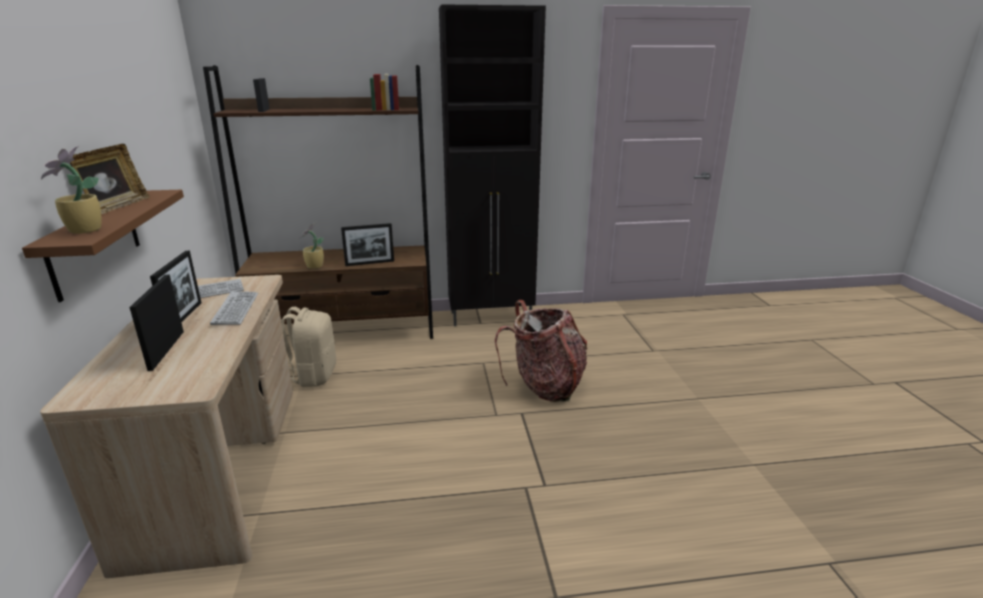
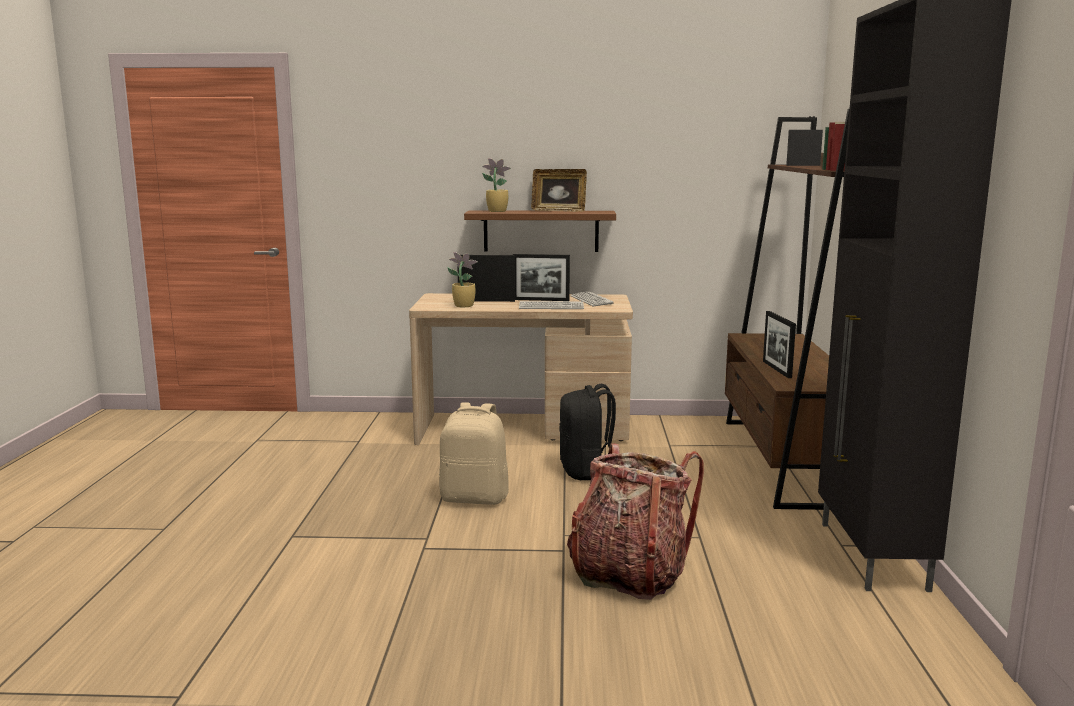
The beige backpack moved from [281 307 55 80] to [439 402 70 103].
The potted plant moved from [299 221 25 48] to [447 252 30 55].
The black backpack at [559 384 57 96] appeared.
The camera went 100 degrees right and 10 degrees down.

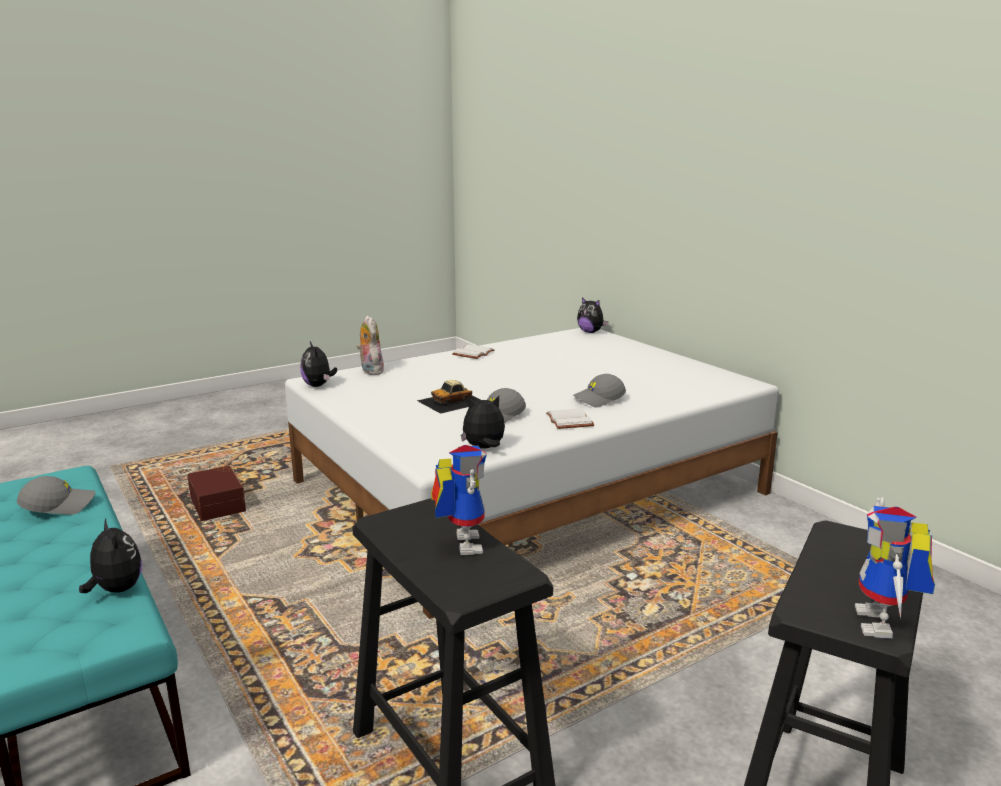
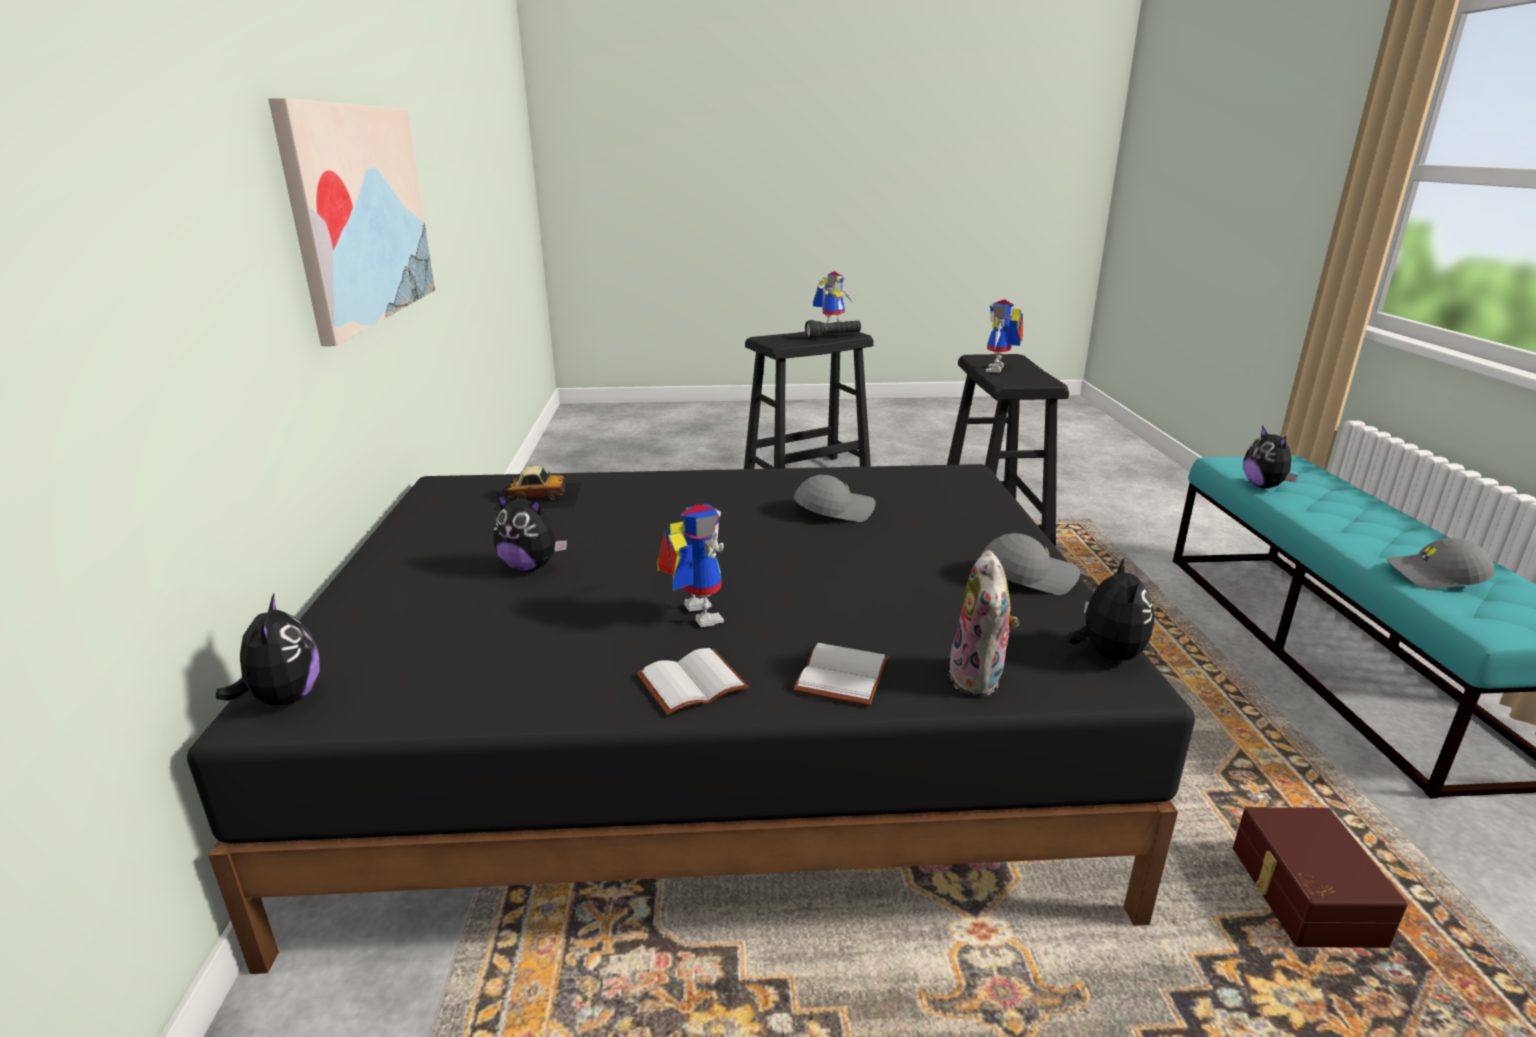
The white bed at [285 328 494 291] became the black bed at [187 464 1008 510].
The picture at [268 98 167 248] appeared.
The toy car moved from [417 380 64 34] to [493 466 89 45].
The plush toy moved from [461 396 44 53] to [493 493 74 78].
The toy robot at [657 504 67 123] appeared.
The white book moved from [546 409 48 20] to [793 643 95 63].
The black flashlight at [805 320 56 19] appeared.
The grey cap moved from [573 374 53 34] to [982 533 98 62].
The camera went 150 degrees left and 5 degrees up.

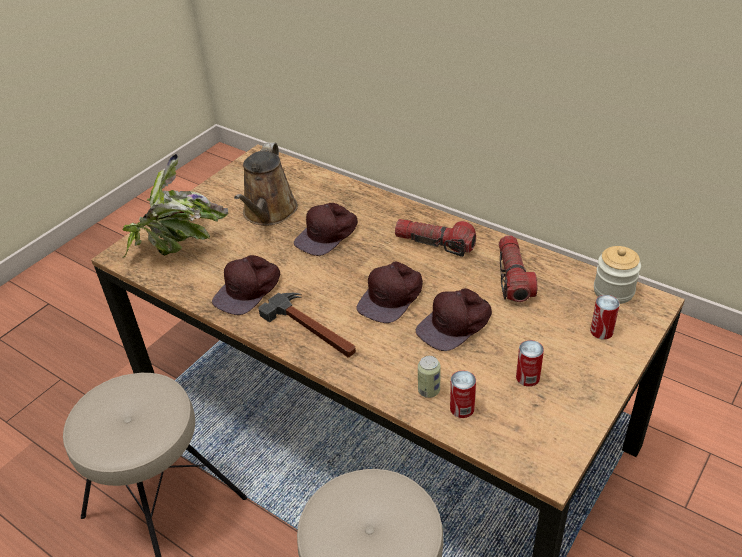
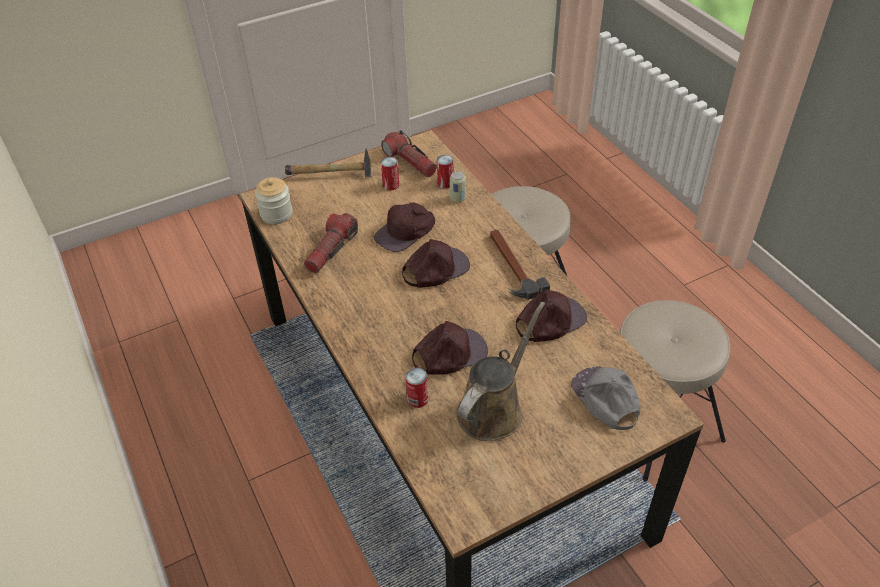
The hammer at [285 148 86 29] appeared.
The brown cap at [416 288 76 63] turned 150 degrees clockwise.
The flashlight moved from [395 219 81 38] to [381 130 56 47].
The can moved from [590 295 30 44] to [405 368 23 40].
The potted plant at [123 154 105 104] was replaced by the grey cap at [571 366 70 64].
The camera went 155 degrees left and 5 degrees up.

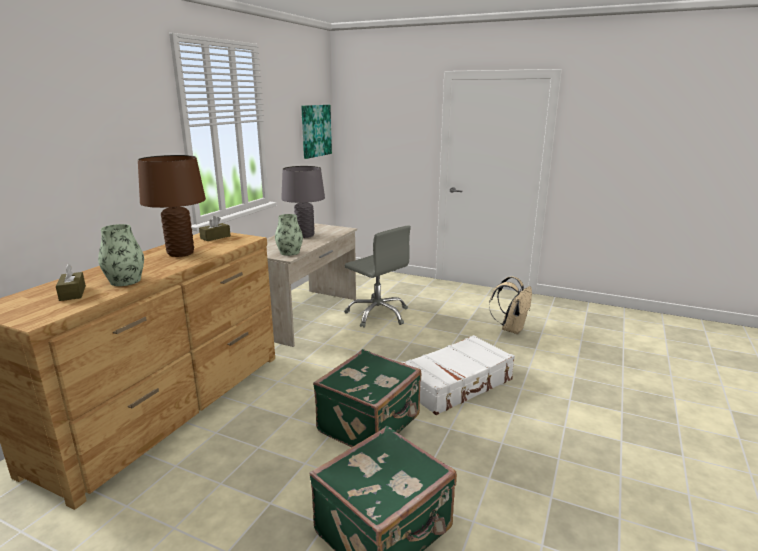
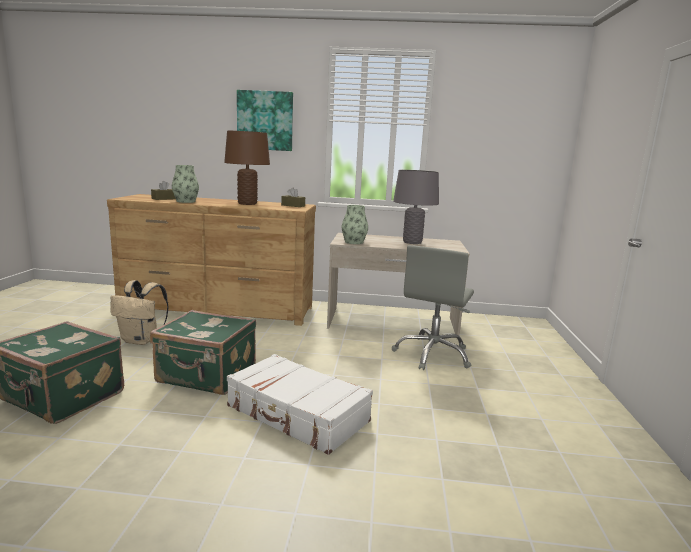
The beige backpack moved from [489 276 43 58] to [110 280 59 65].
The picture moved from [301 105 31 54] to [237 90 56 61].
The camera went 70 degrees right and 5 degrees down.

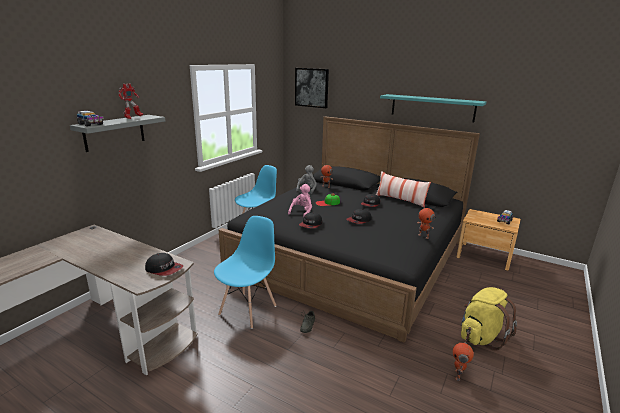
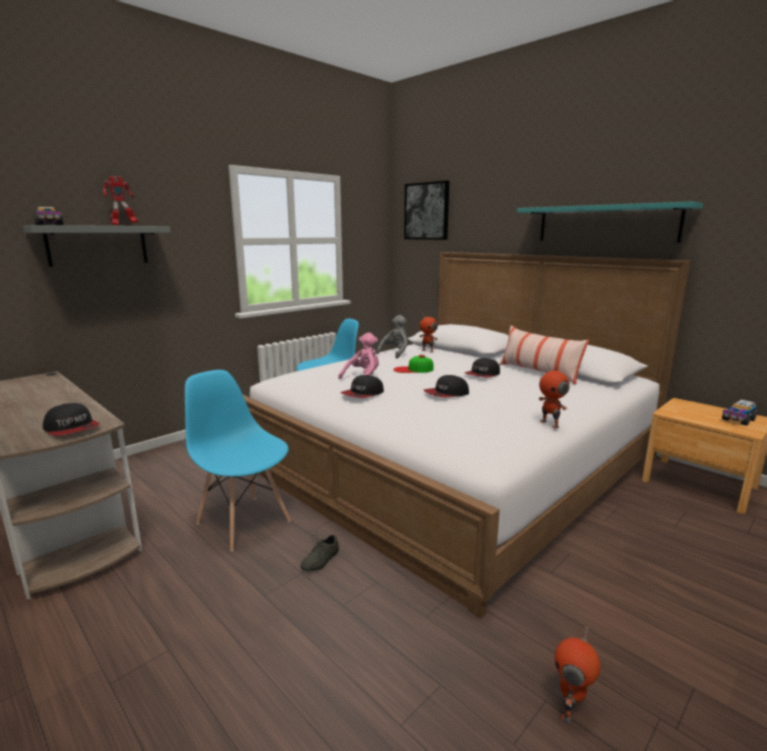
The blue chair at [214 216 63 113] turned 90 degrees counterclockwise.
The black bed at [219 116 261 227] became the white bed at [242 252 449 367].
The yellow backpack at [461 287 56 64] disappeared.
The camera went 15 degrees right and 5 degrees down.

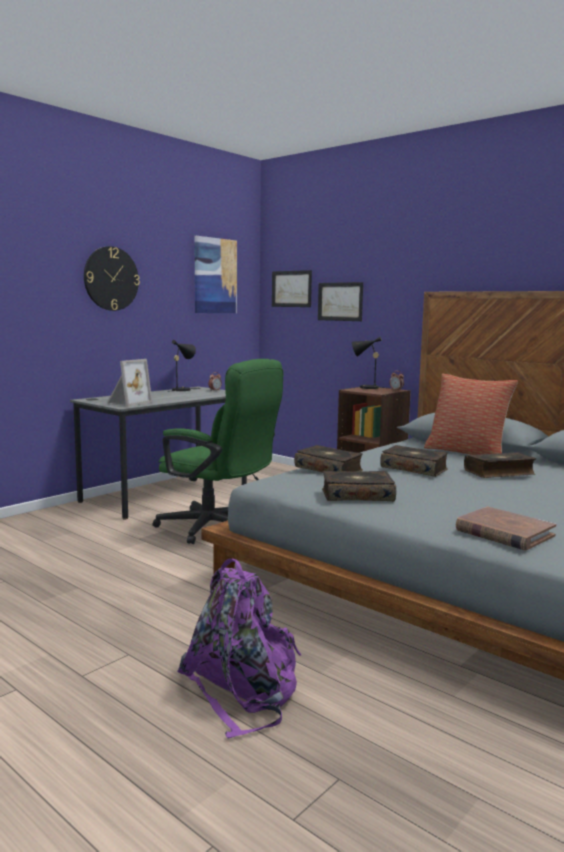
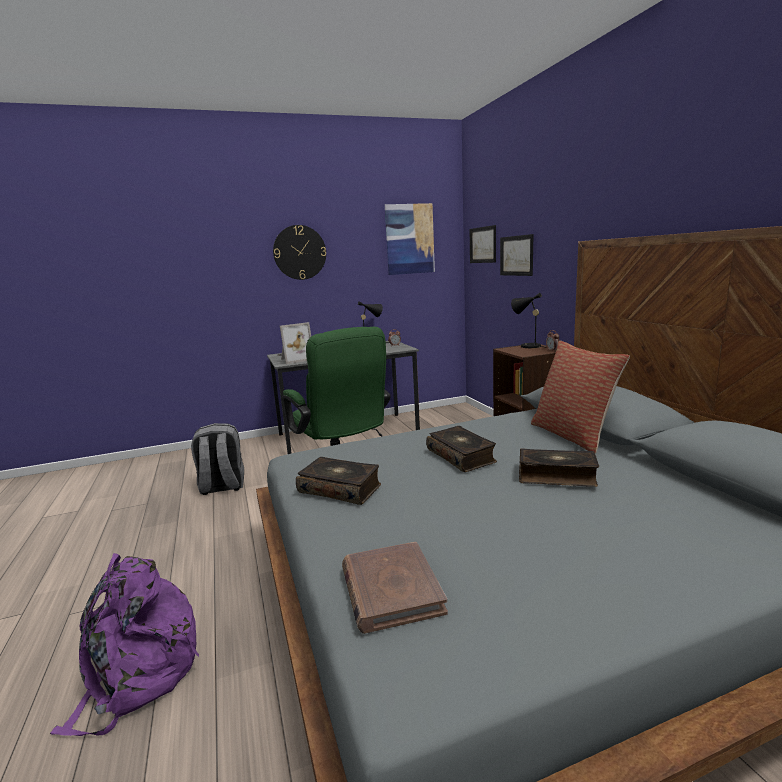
The grey backpack at [191 423 53 72] appeared.
The book at [294 445 69 27] disappeared.
The camera went 30 degrees right and 5 degrees up.

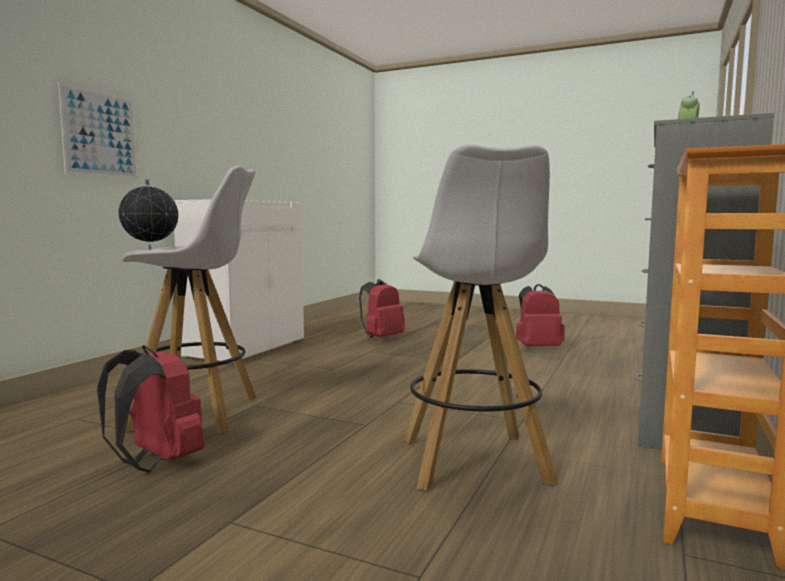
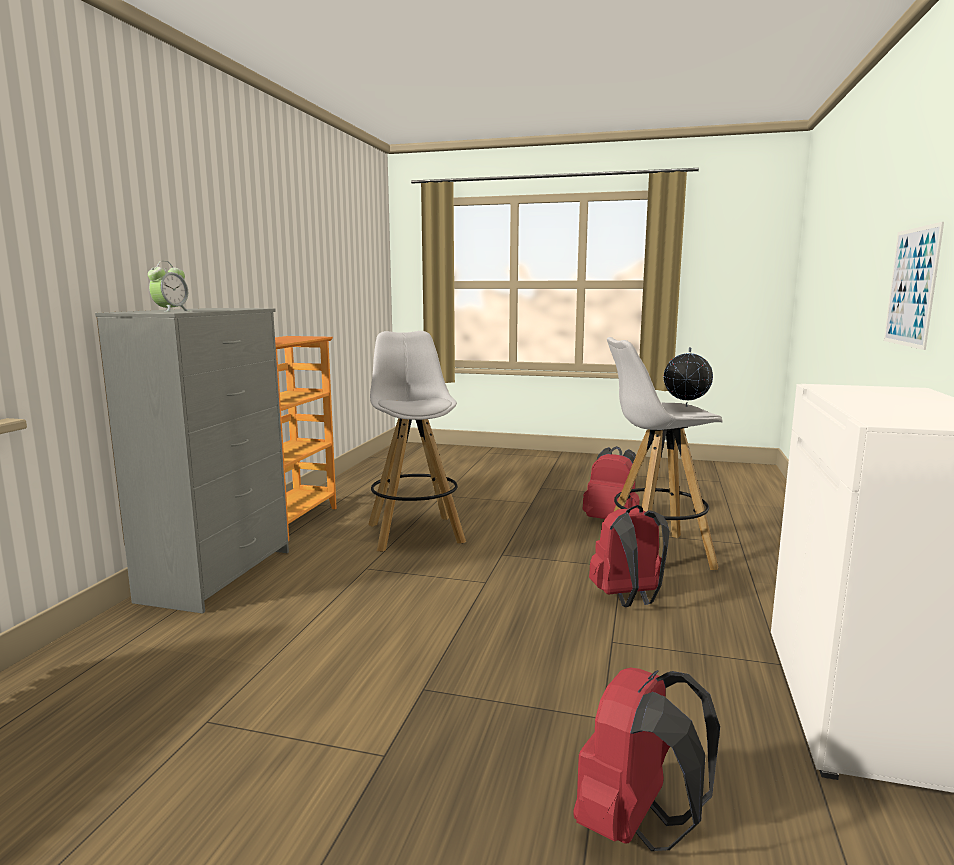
The red backpack moved from [516 284 49 62] to [589 505 81 102].
The camera went 170 degrees right and 5 degrees up.

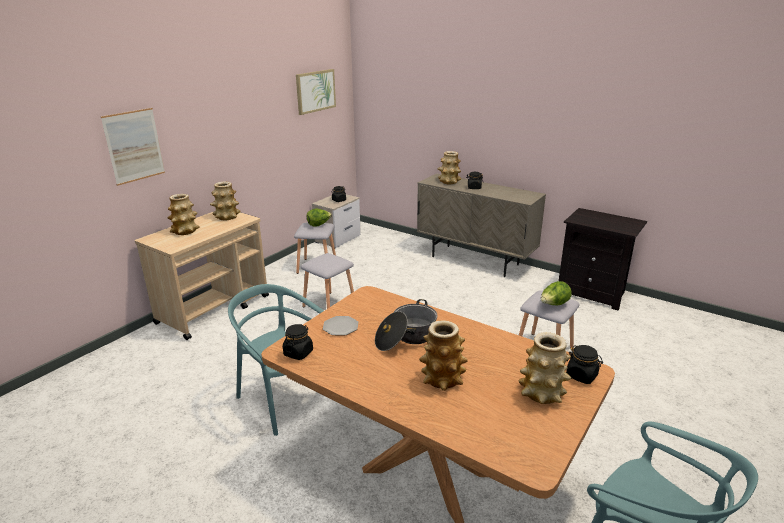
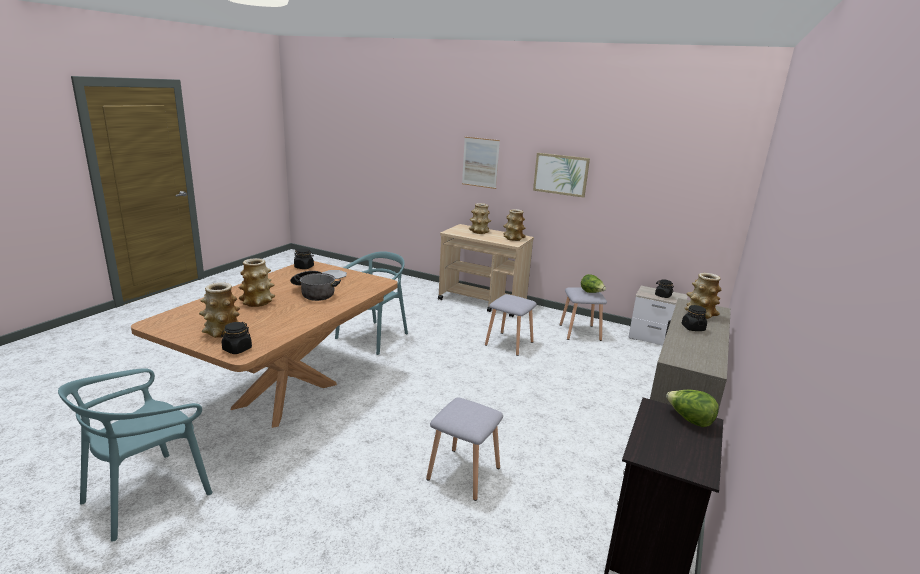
The picture moved from [296 69 40 46] to [533 153 57 45].
The lettuce moved from [541 281 31 25] to [666 390 53 37].
The camera went 80 degrees right and 5 degrees down.

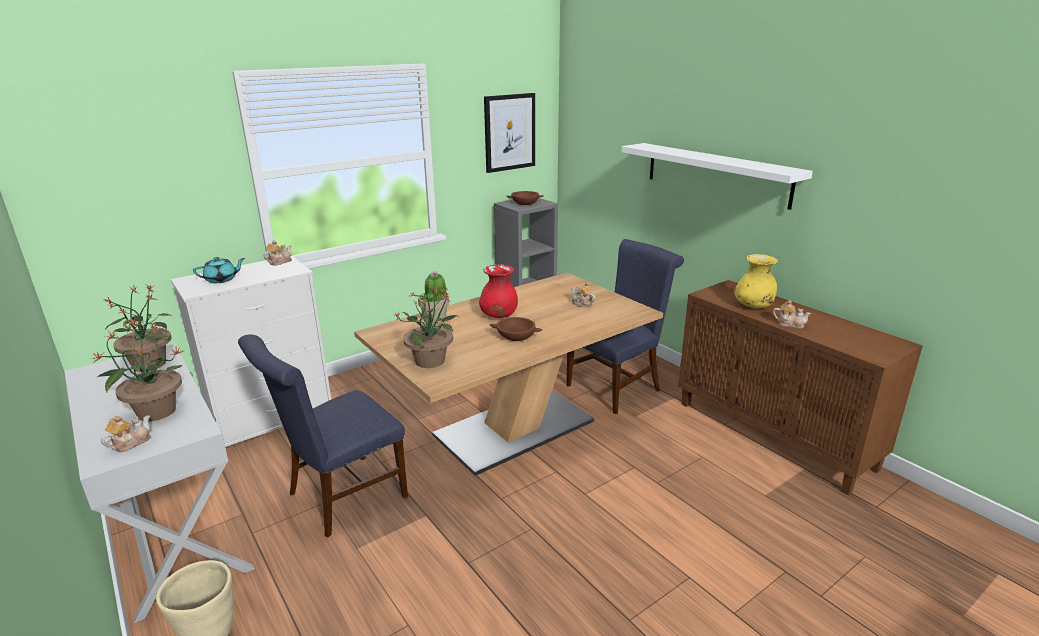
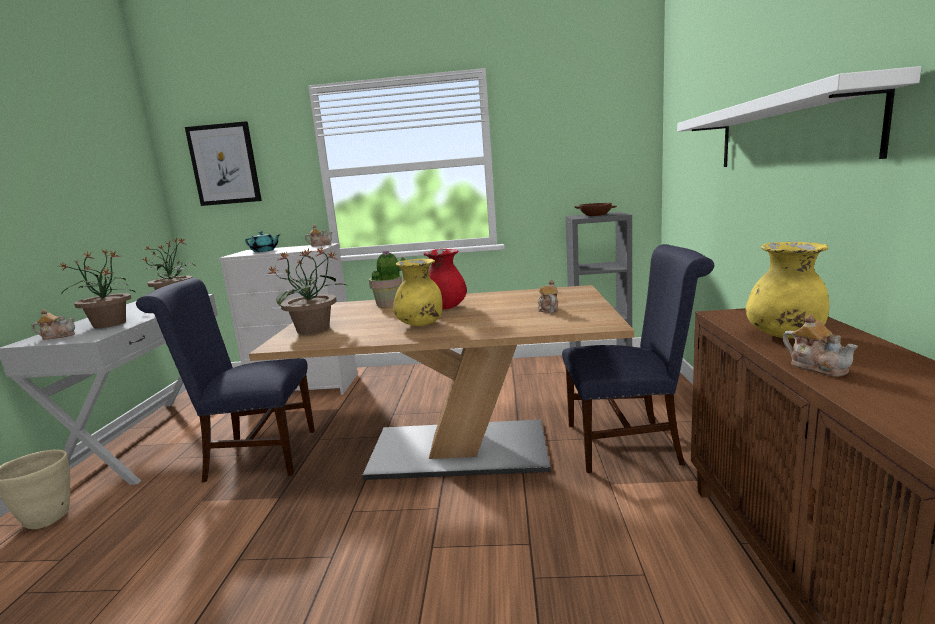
The picture moved from [484 93 51 80] to [185 121 77 85].
The brown bowl at [490 317 52 24] was replaced by the yellow vase at [393 259 49 67].
The camera went 40 degrees right and 10 degrees down.

